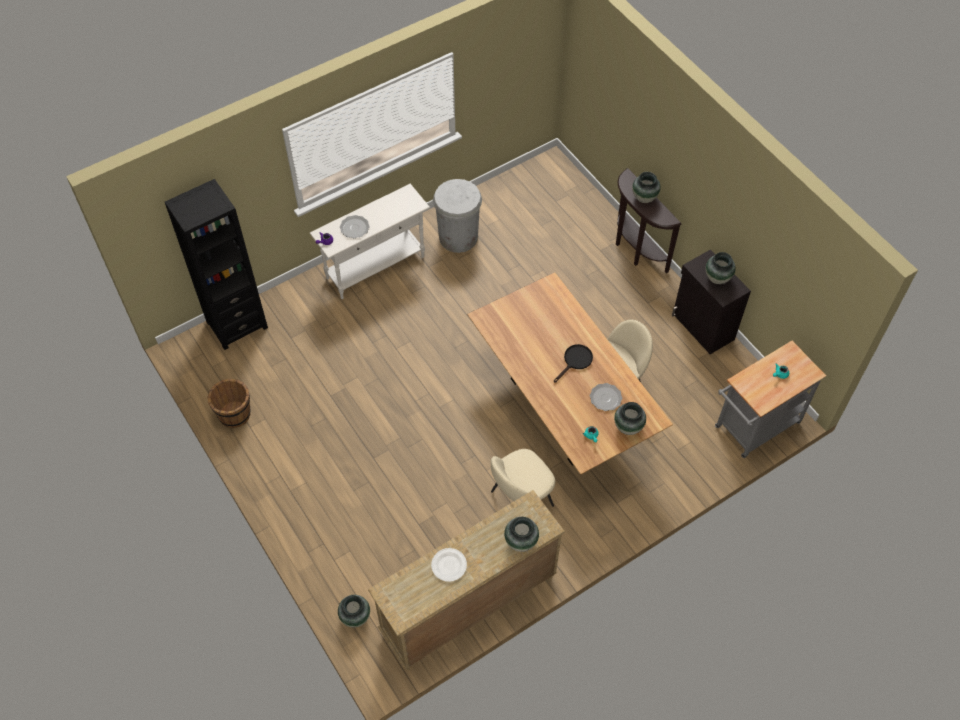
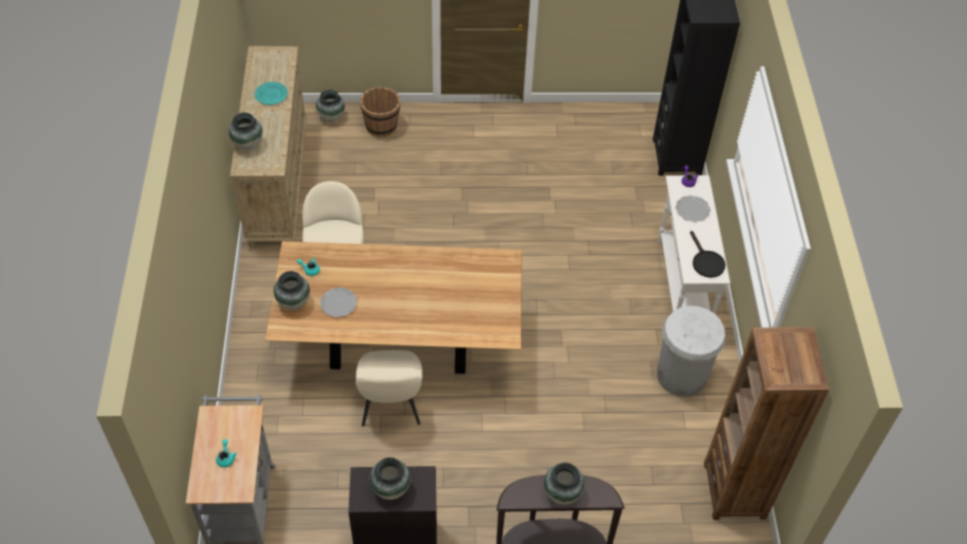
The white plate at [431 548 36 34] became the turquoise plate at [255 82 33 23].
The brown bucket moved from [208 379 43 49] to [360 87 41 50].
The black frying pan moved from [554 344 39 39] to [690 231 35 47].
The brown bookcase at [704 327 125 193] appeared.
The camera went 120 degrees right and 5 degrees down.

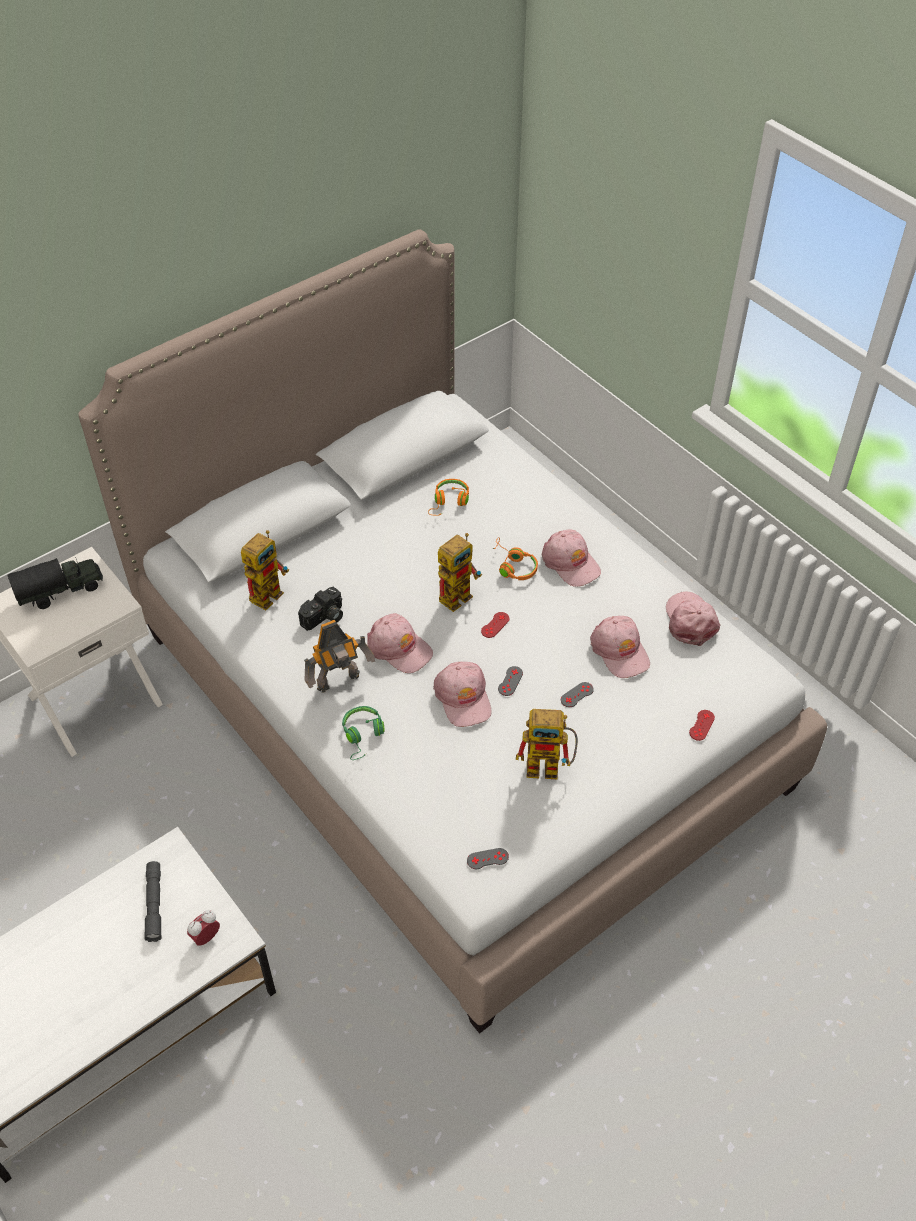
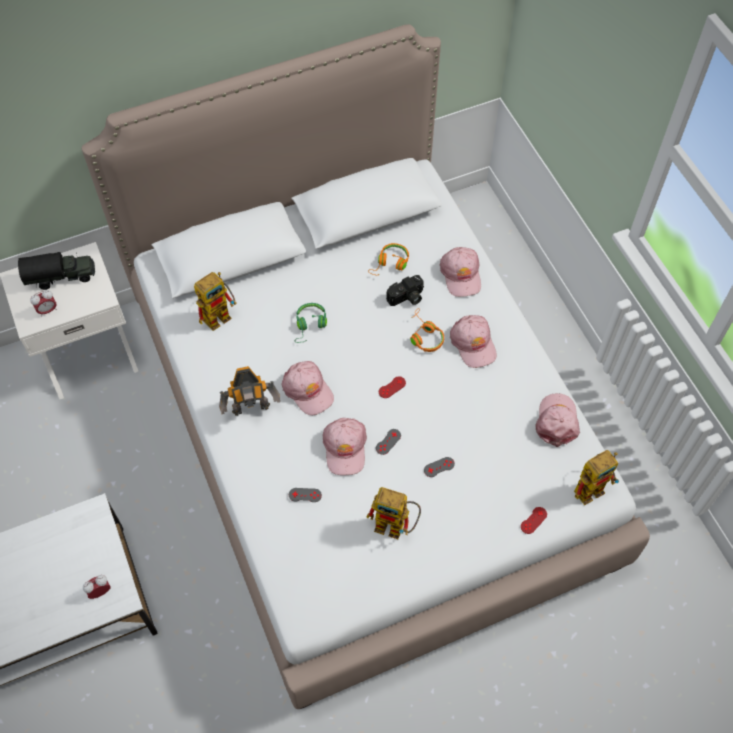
The alarm clock at [30 290 27 27] appeared.
The grey game controller moved from [467 848 42 21] to [289 488 33 14].
The green headphones moved from [342 706 43 54] to [295 303 32 40].
The photo camera moved from [298 586 45 45] to [386 275 38 31].
The pink cap moved from [590 616 60 62] to [439 247 42 50].
The toy robot moved from [438 533 44 79] to [574 450 45 55].
The grey flashlight at [144 861 18 81] disappeared.
The camera went 15 degrees right and 10 degrees up.

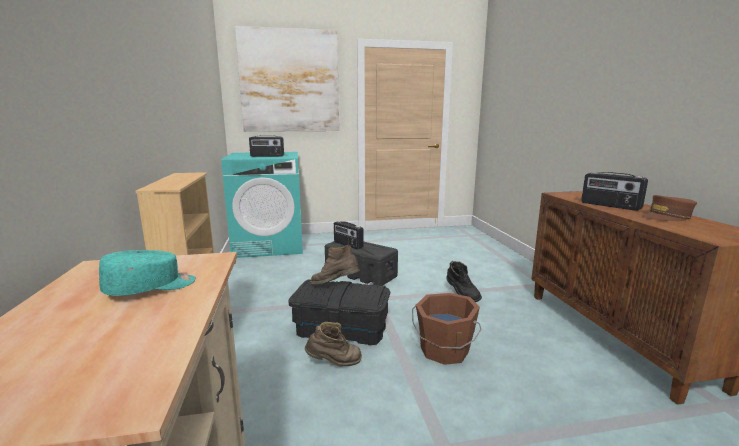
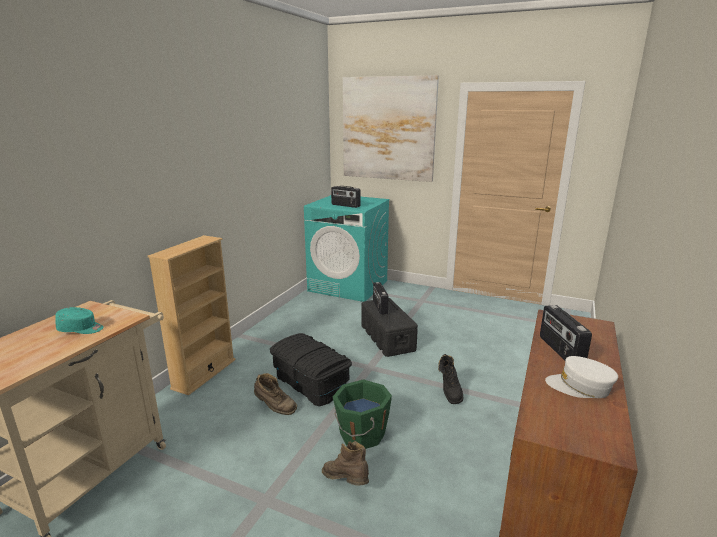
The brown boot moved from [310 245 50 39] to [322 441 47 45].
The brown bucket at [412 293 69 72] became the green bucket at [333 379 59 70].
The brown cap at [642 195 55 26] became the white cap at [545 356 73 42].
The camera went 35 degrees right and 5 degrees up.

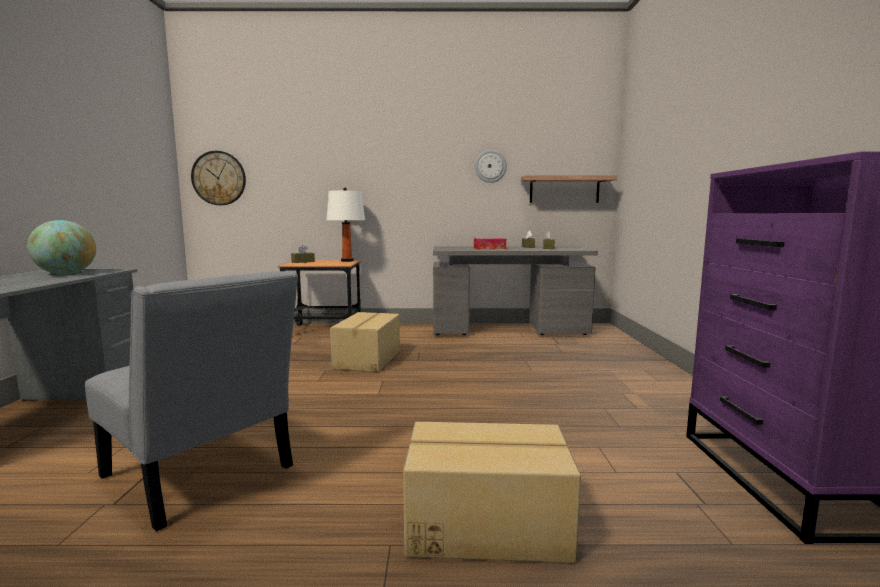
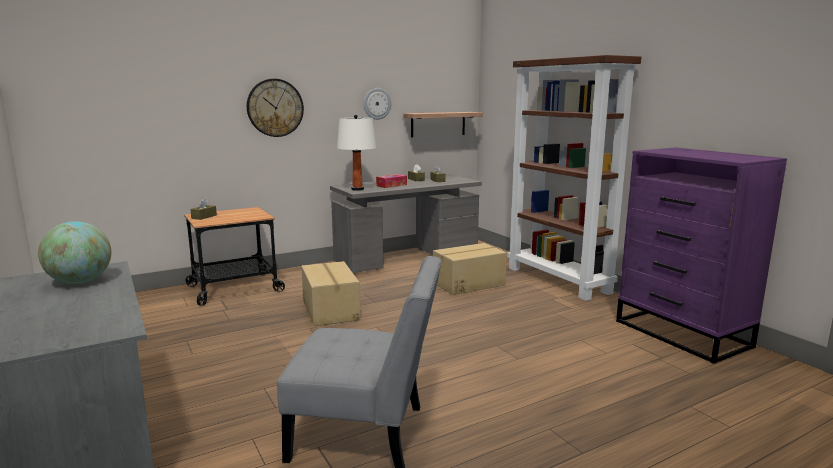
The wall clock moved from [191 151 55 54] to [247 79 57 58].
The white table lamp moved from [327 188 38 74] to [337 114 39 77].
The cardboard box moved from [403 422 178 141] to [433 243 74 52].
The brown bookcase at [507 55 134 246] appeared.
The camera went 30 degrees left and 5 degrees up.

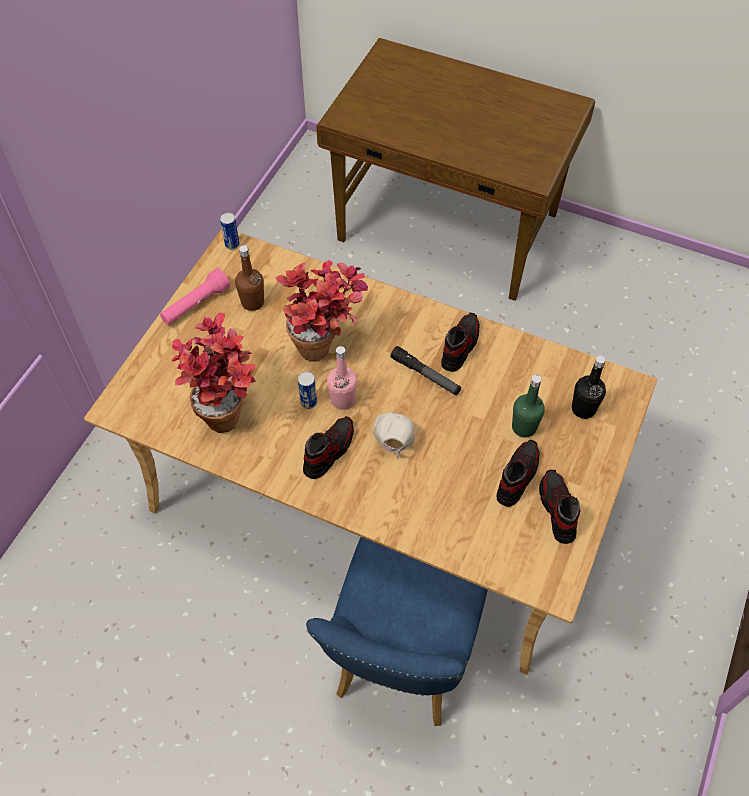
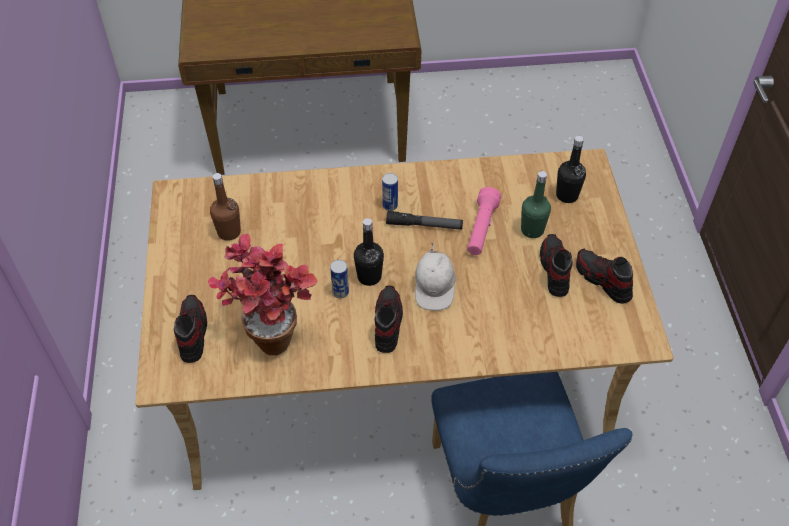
The shoe moved from [441 313 39 59] to [174 295 33 68].
The pink bottle at [327 346 30 64] became the black bottle at [354 218 30 68].
The can moved from [220 213 20 37] to [382 173 16 38].
The white cap at [373 412 42 47] turned 150 degrees counterclockwise.
The pink flashlight moved from [160 268 70 57] to [467 187 34 68].
The potted plant at [275 260 93 102] disappeared.
The camera went 30 degrees left and 5 degrees down.

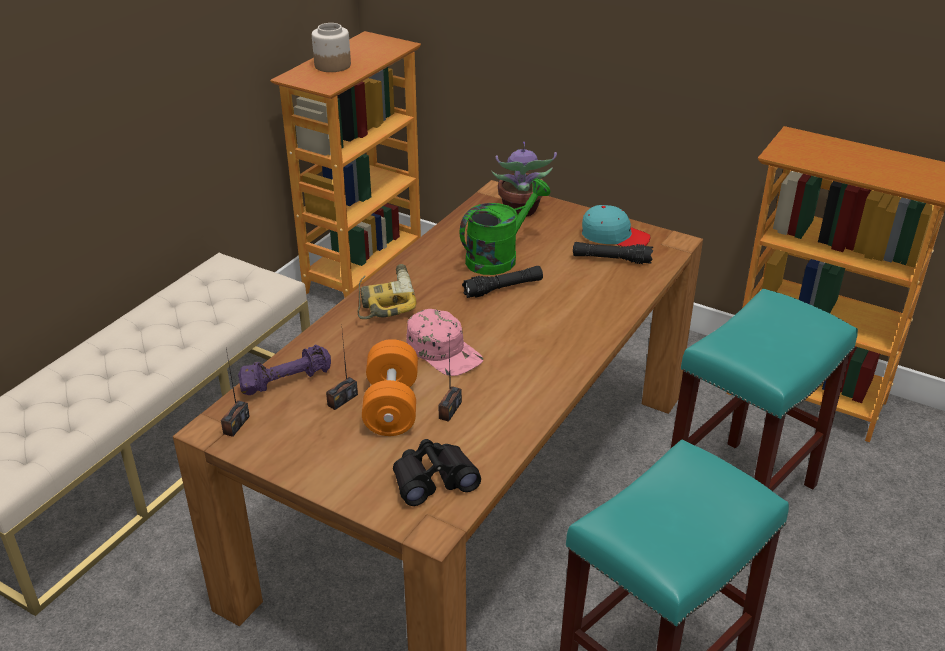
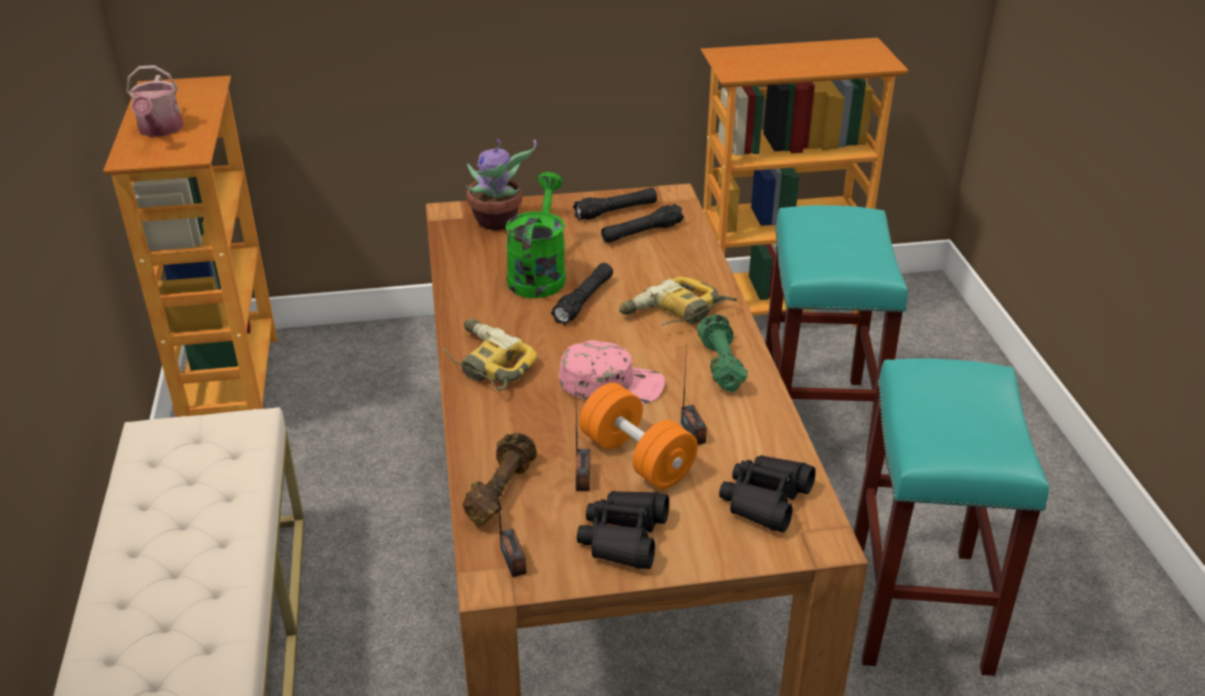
The jar at [312 23 39 49] was replaced by the watering can at [126 65 58 72].
The purple dumbbell at [238 344 93 51] became the brown dumbbell at [463 433 74 94].
The turquoise cap at [582 205 68 42] was replaced by the black flashlight at [573 188 84 32].
The black binoculars at [577 491 92 78] appeared.
The power drill at [619 277 118 49] appeared.
The green dumbbell at [697 315 51 77] appeared.
The camera went 40 degrees left and 0 degrees up.

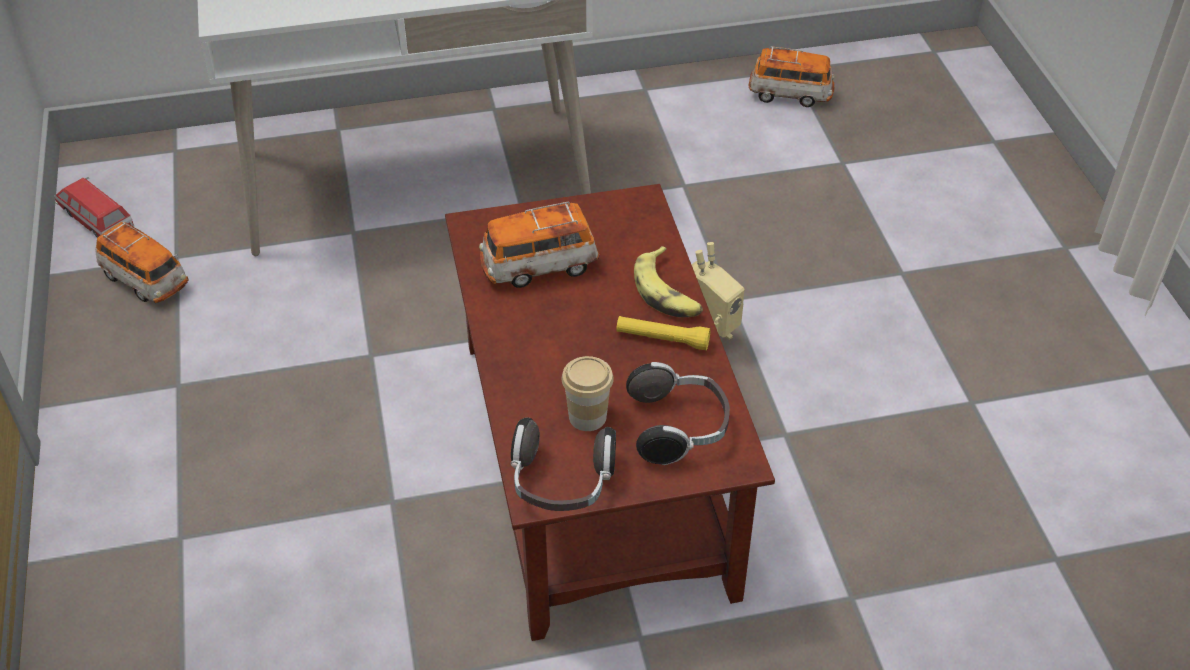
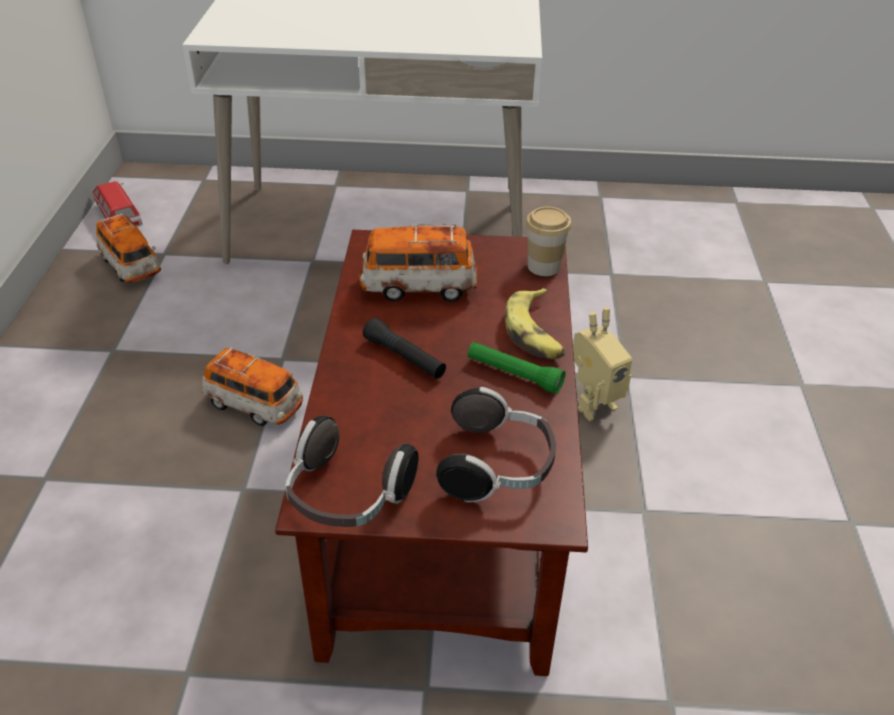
The toy car moved from [749 46 86 61] to [202 347 101 79].
The black flashlight at [363 318 83 61] appeared.
The yellow flashlight at [616 316 95 34] became the green flashlight at [468 342 98 52].
The cup moved from [562 356 52 75] to [526 207 46 69].
The camera went 15 degrees right and 5 degrees down.

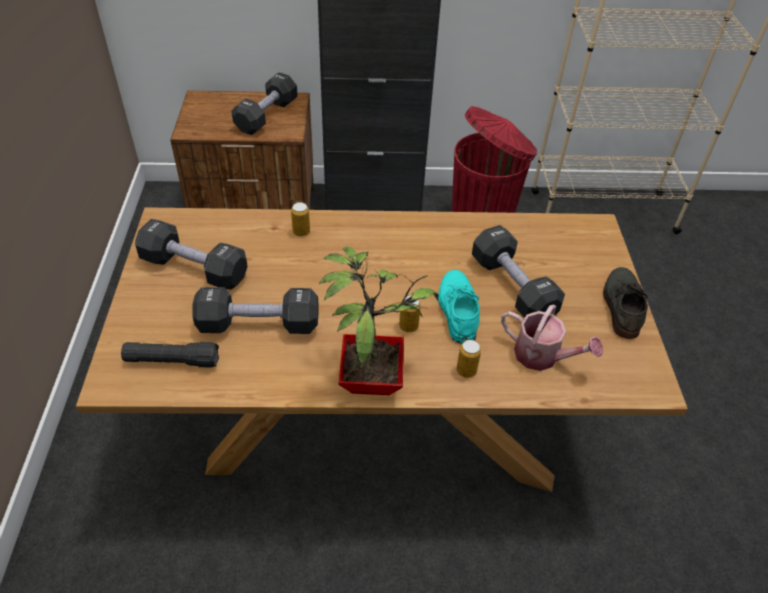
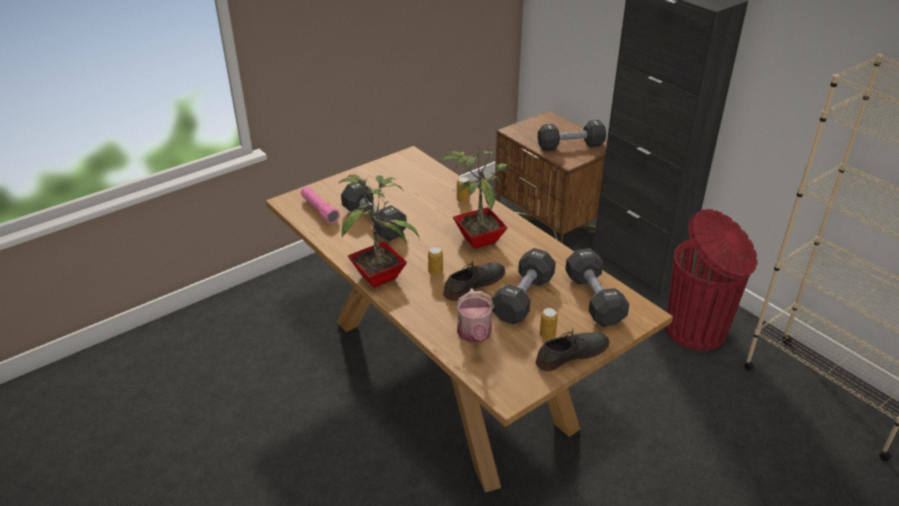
The black flashlight at [121 342 98 26] became the pink flashlight at [301 187 39 36].
The potted plant at [440 146 72 103] appeared.
The turquoise shoe at [438 270 42 74] became the grey shoe at [443 261 62 40].
The can moved from [456 340 25 38] to [540 308 18 31].
The black dumbbell moved from [135 219 113 71] to [565 248 64 79].
The camera went 55 degrees right and 10 degrees down.

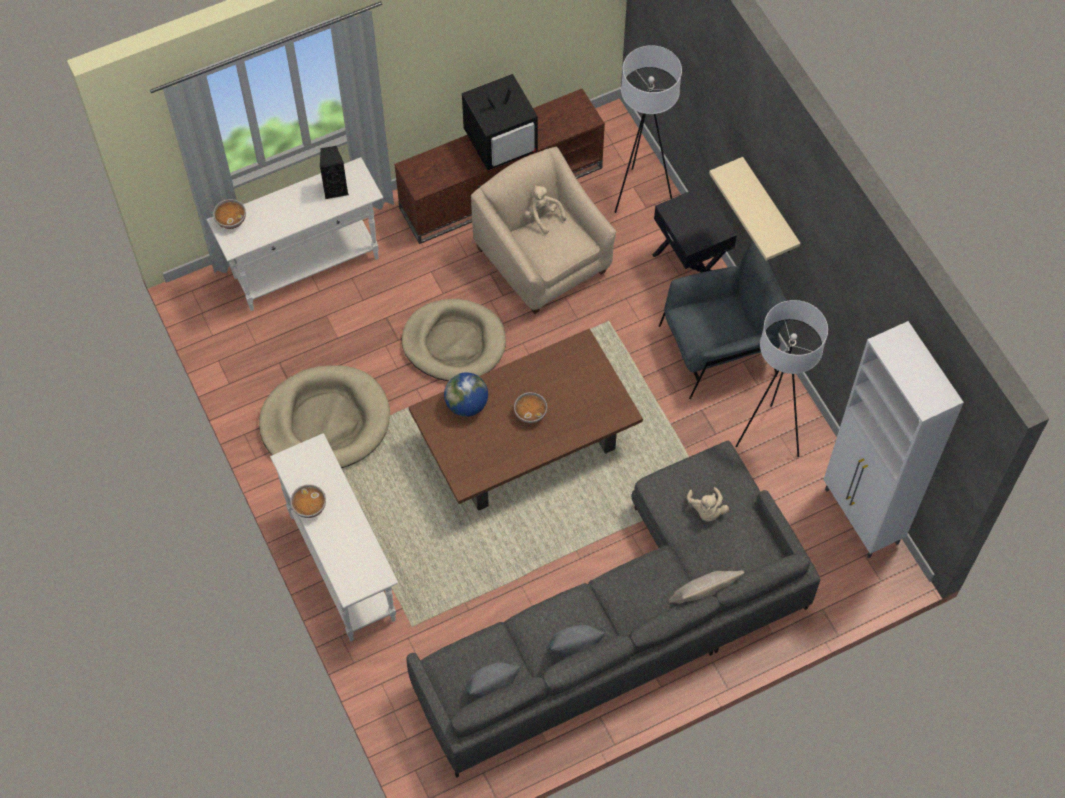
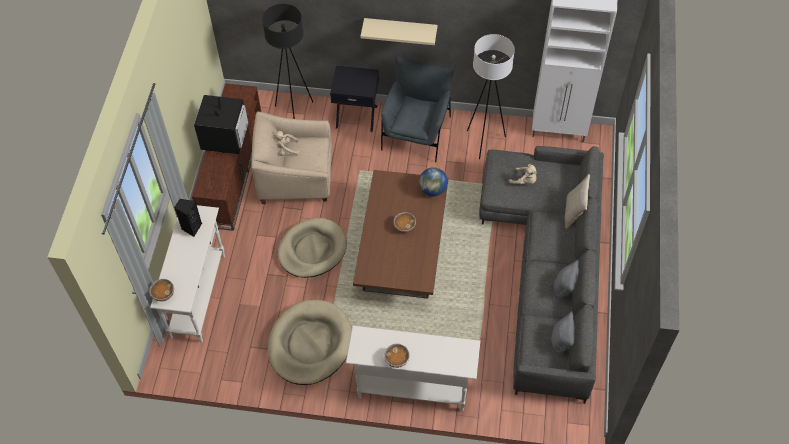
The white floor lamp at [615 45 67 168] became the black floor lamp at [262 4 51 115].
The globe moved from [444 372 44 45] to [419 167 29 29].
The camera went 55 degrees left and 5 degrees down.

